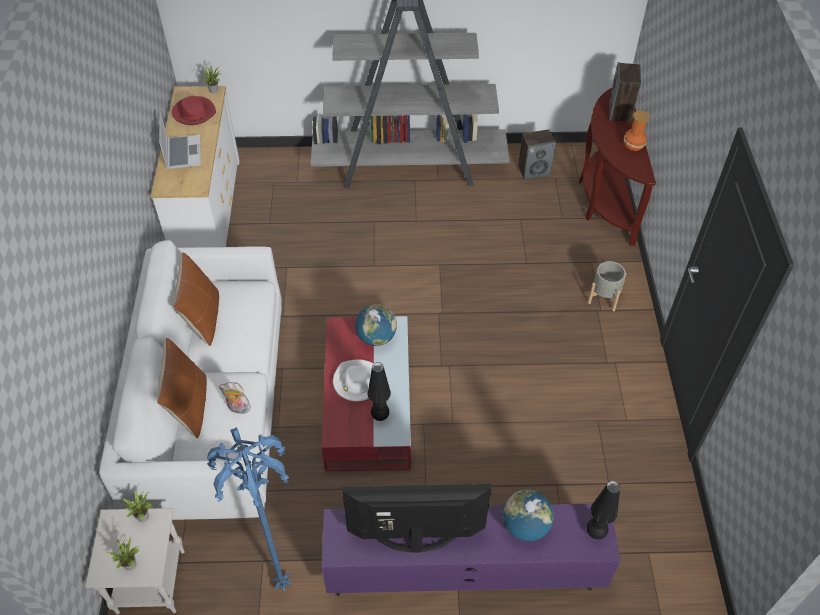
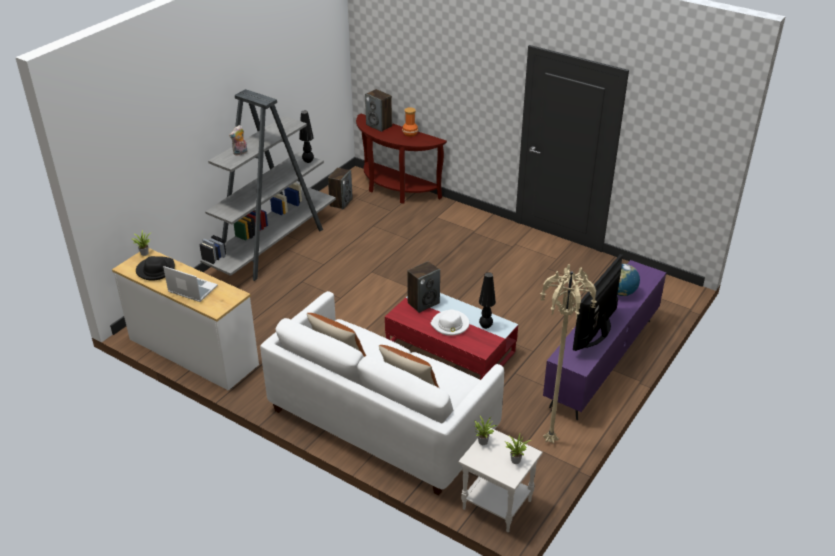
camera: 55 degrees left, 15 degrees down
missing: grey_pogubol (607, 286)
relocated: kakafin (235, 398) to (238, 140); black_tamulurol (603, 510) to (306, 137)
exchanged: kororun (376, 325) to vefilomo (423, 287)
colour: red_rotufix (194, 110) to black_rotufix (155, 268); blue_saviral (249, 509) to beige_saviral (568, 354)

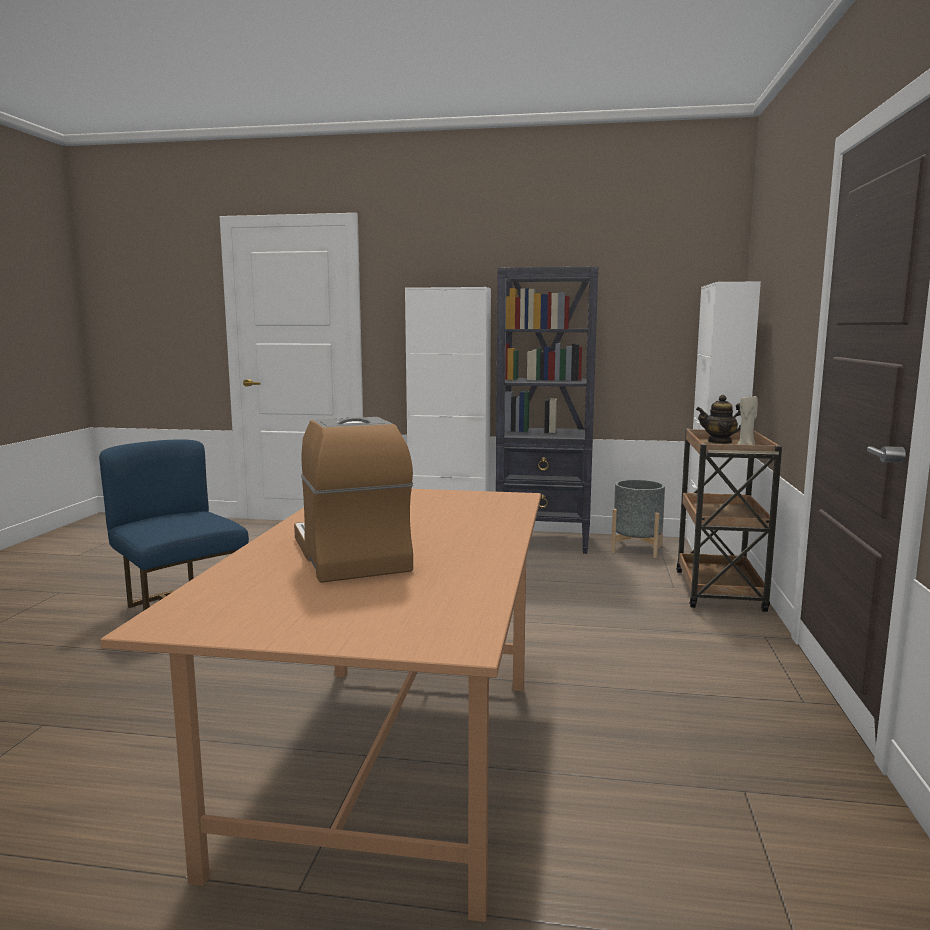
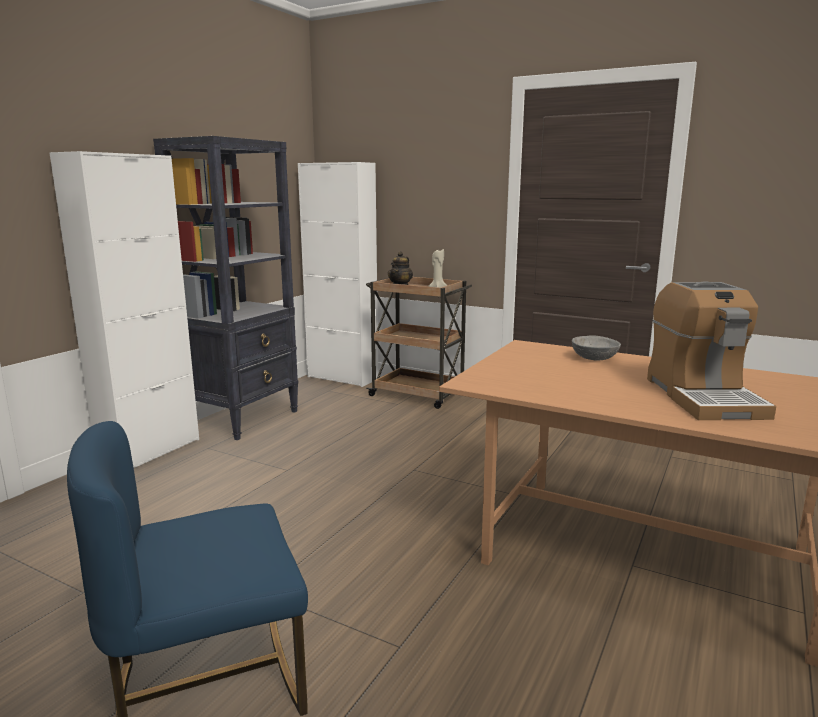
camera: 70 degrees left, 5 degrees up
missing: grey_pogubol (638, 519)
appeared: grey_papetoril (596, 348)
spun: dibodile (353, 500) = (711, 350) 90 degrees counterclockwise

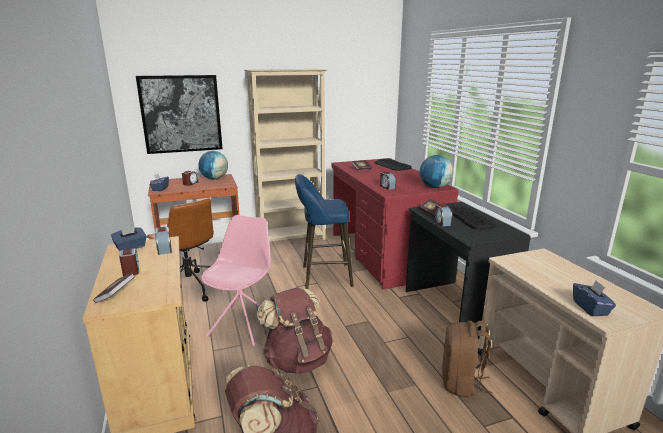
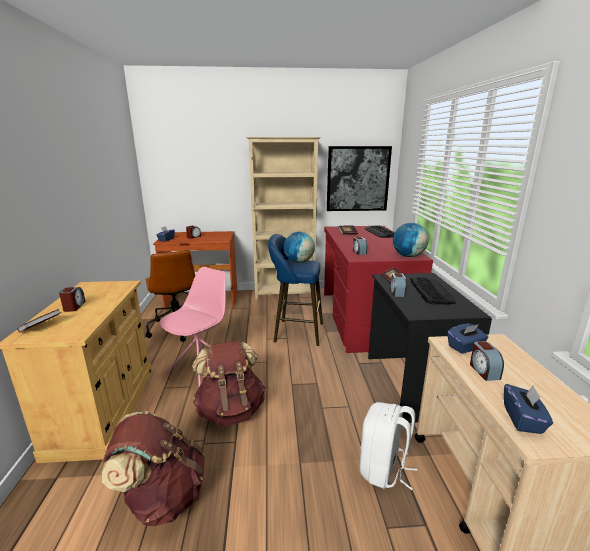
camera: 15 degrees right, 0 degrees up
relocated: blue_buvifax (129, 238) to (468, 339); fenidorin (179, 114) to (359, 178); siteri (163, 241) to (487, 361); kororun (213, 165) to (299, 247)
colour: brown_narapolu (467, 359) to white_narapolu (388, 446)

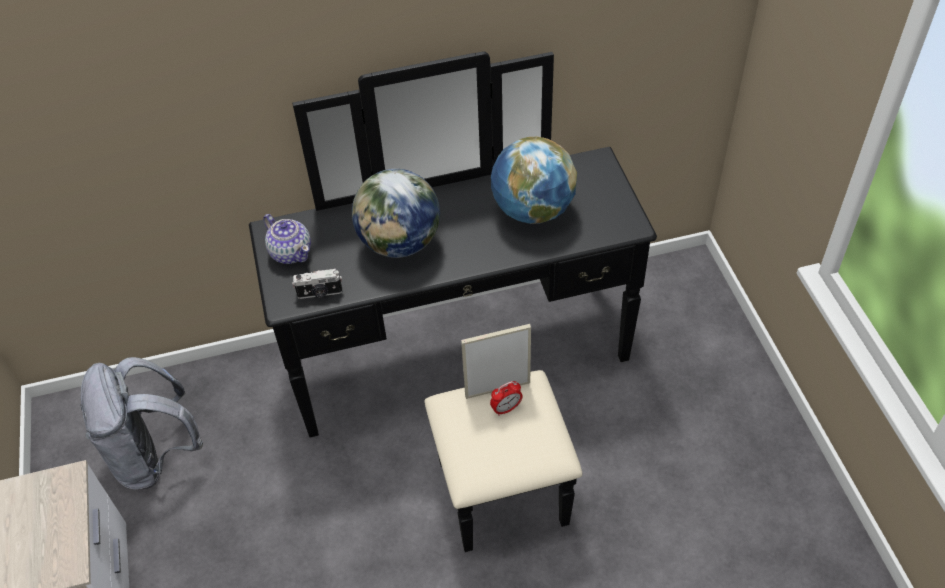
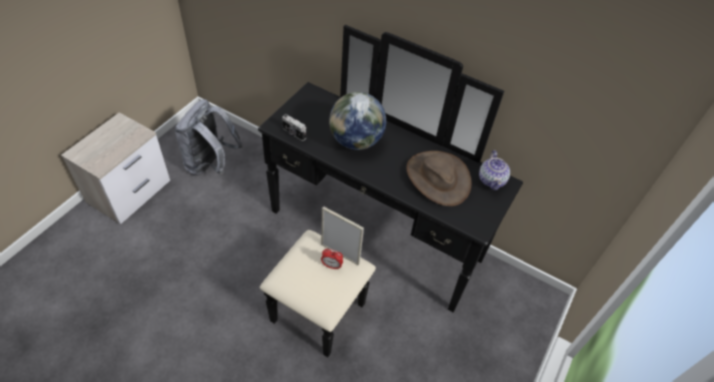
camera: 40 degrees right, 0 degrees up
relocated: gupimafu (287, 239) to (494, 170)
exchanged: kororun (534, 180) to brown_rotufix (439, 178)

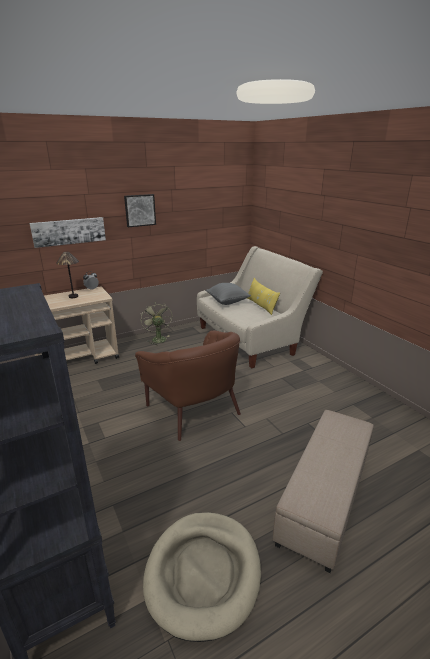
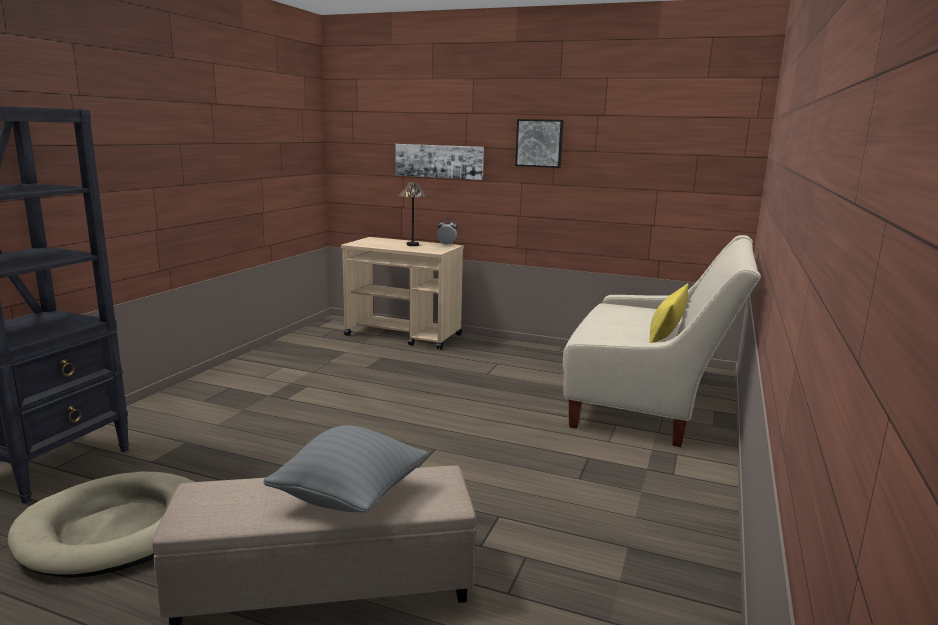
camera: 50 degrees right, 10 degrees down
missing: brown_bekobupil (188, 385); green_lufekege (156, 324)
relocated: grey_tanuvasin (228, 294) to (346, 469)

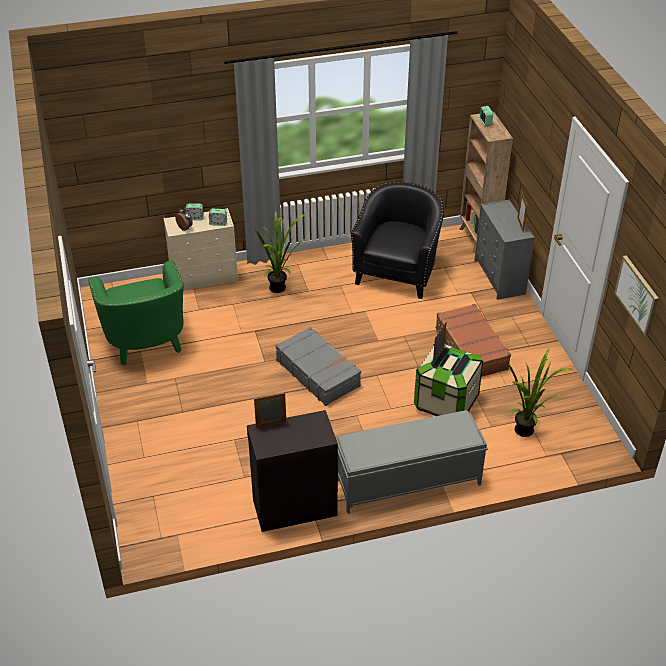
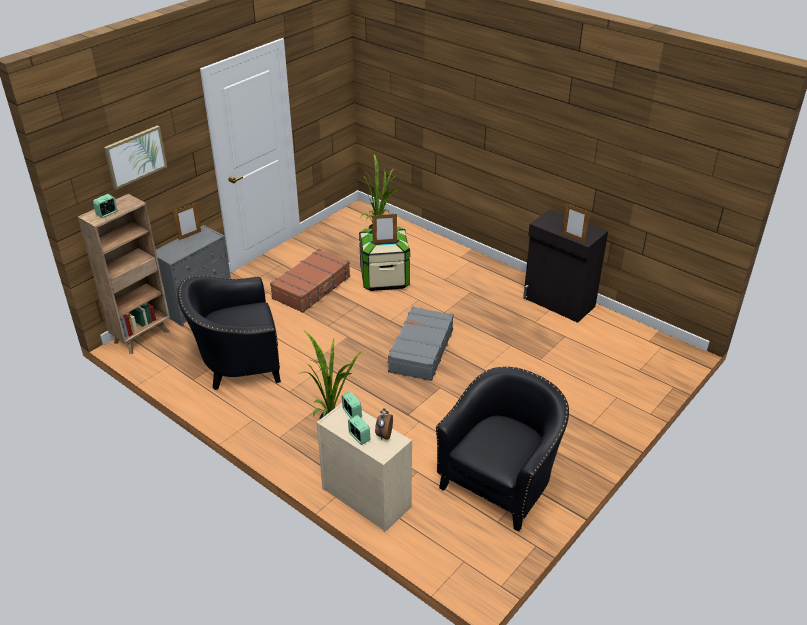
camera: 125 degrees left, 5 degrees down
missing: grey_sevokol (412, 462)
relocated: fenidorin (636, 296) to (135, 157)
colour: green_bekobupil (136, 312) to black_bekobupil (502, 449)

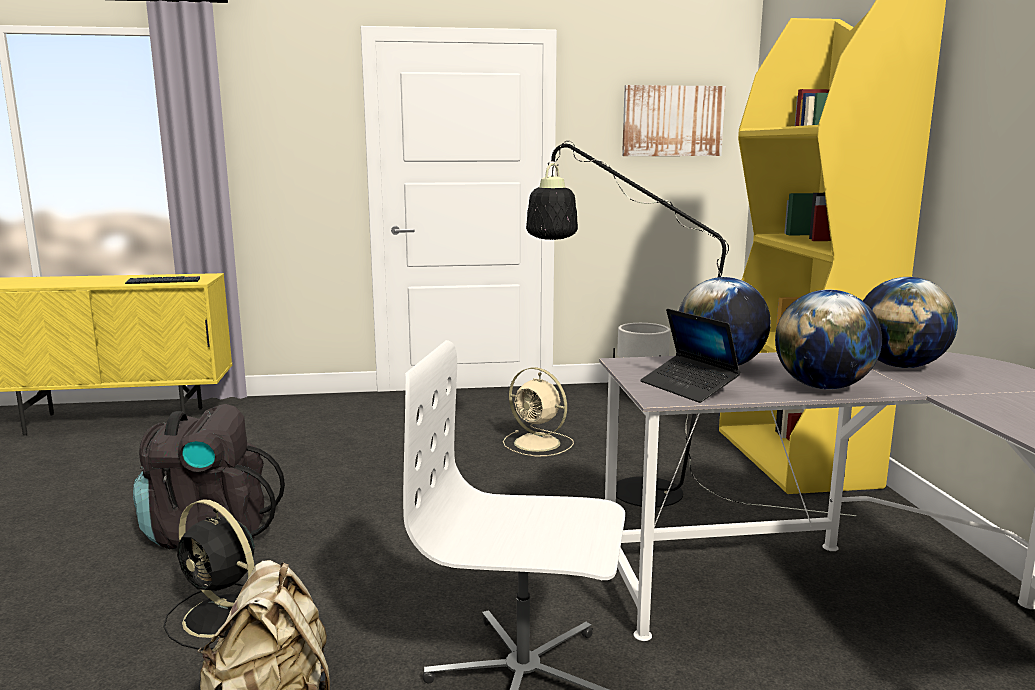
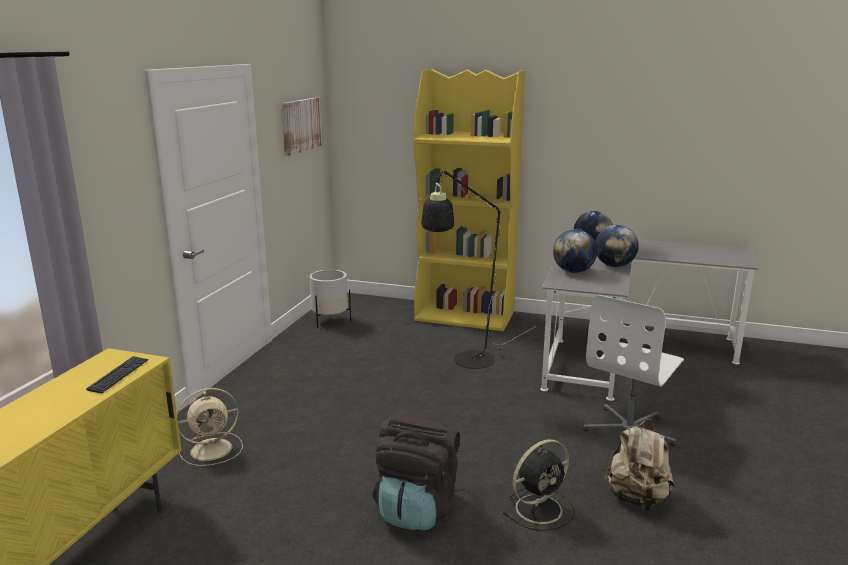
camera: 65 degrees left, 5 degrees up
missing: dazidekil (690, 356)
relocated: beige_lufekege (538, 411) to (210, 427)

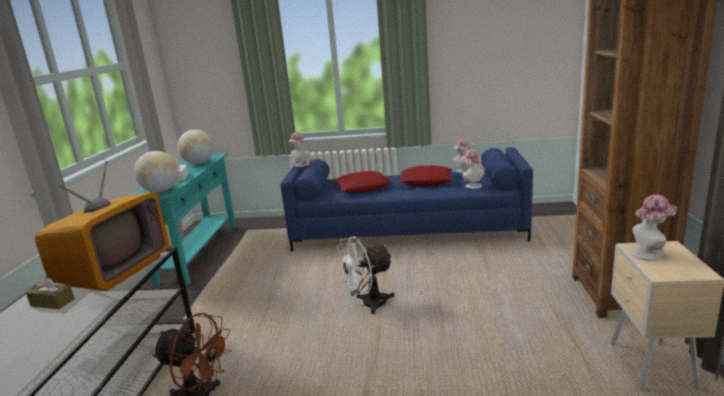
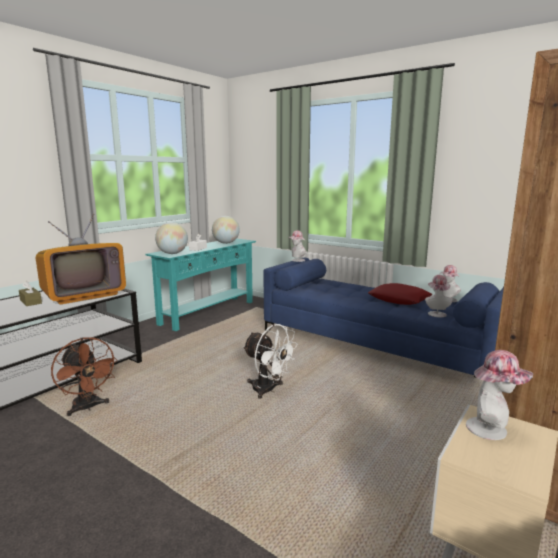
camera: 30 degrees right, 5 degrees down
missing: red_tanuvasin (362, 182)
spun: white_lufekege (366, 275) = (270, 361) 150 degrees counterclockwise

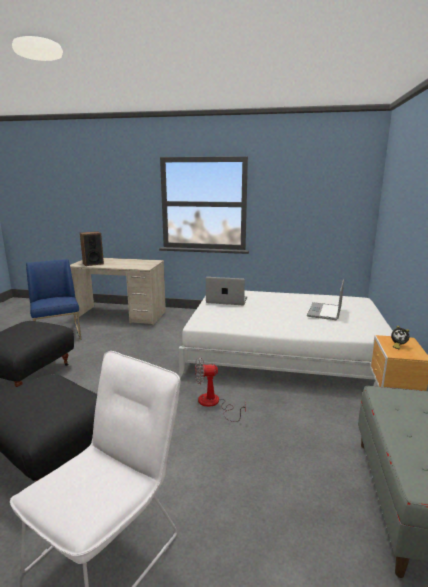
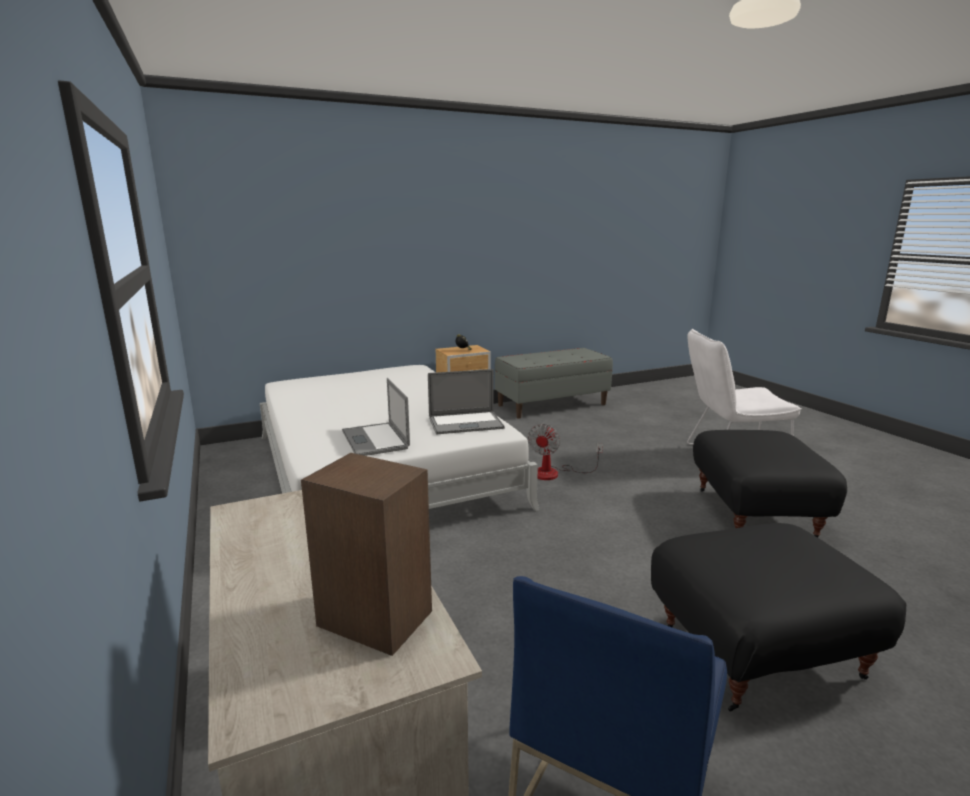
camera: 125 degrees left, 0 degrees up
relocated: dazidekil (325, 300) to (466, 401)
spun: lufekege (220, 389) = (565, 452) 60 degrees clockwise

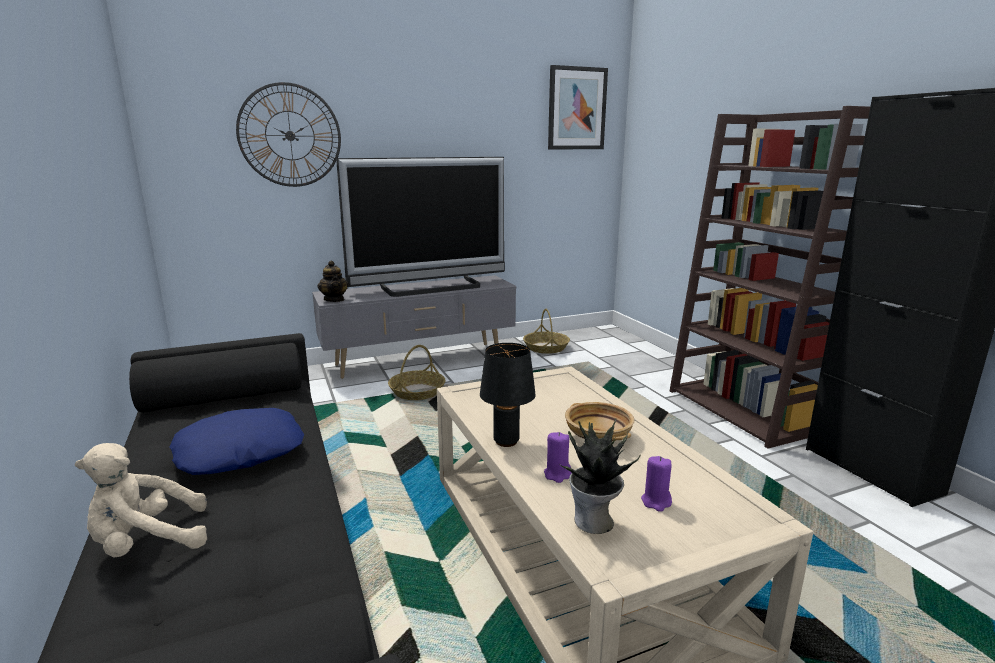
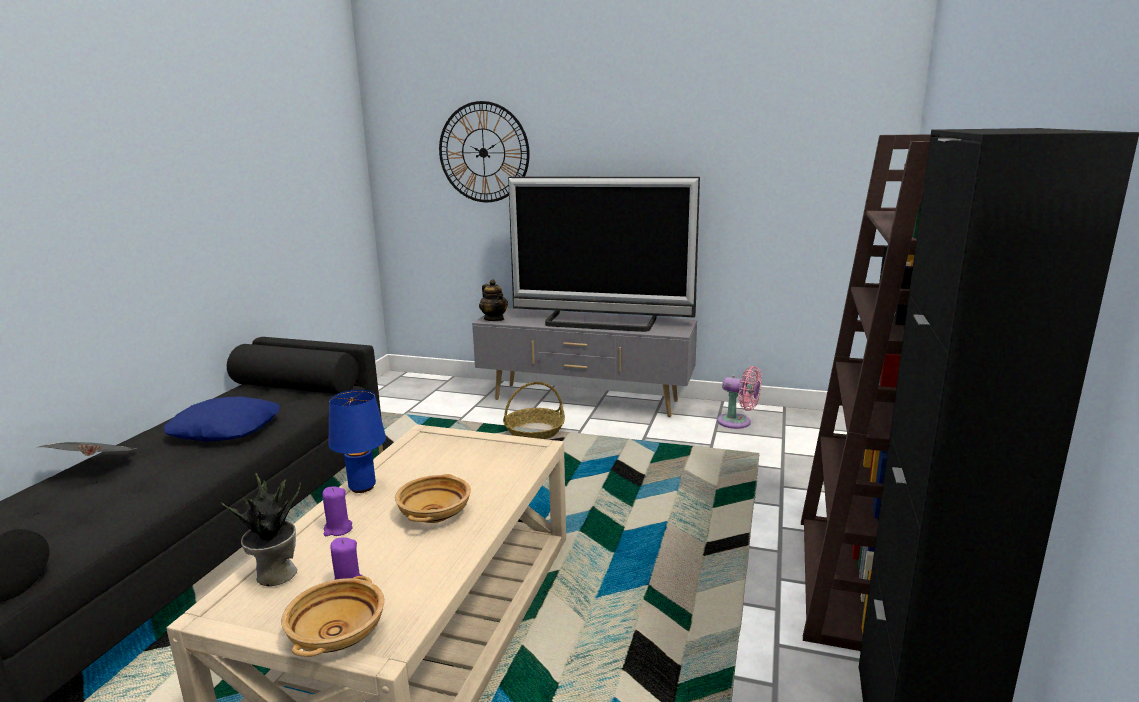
camera: 40 degrees right, 0 degrees up
missing: fenidorin (578, 107)
appeared: beige_papetoril (332, 616)
exchanged: beige_kakafin (141, 500) to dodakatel (85, 449); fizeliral (546, 331) to pink_lufekege (739, 397)
colour: black_tamulurol (508, 395) to blue_tamulurol (357, 441)
spun: gupimafu (333, 281) = (493, 300) 45 degrees counterclockwise

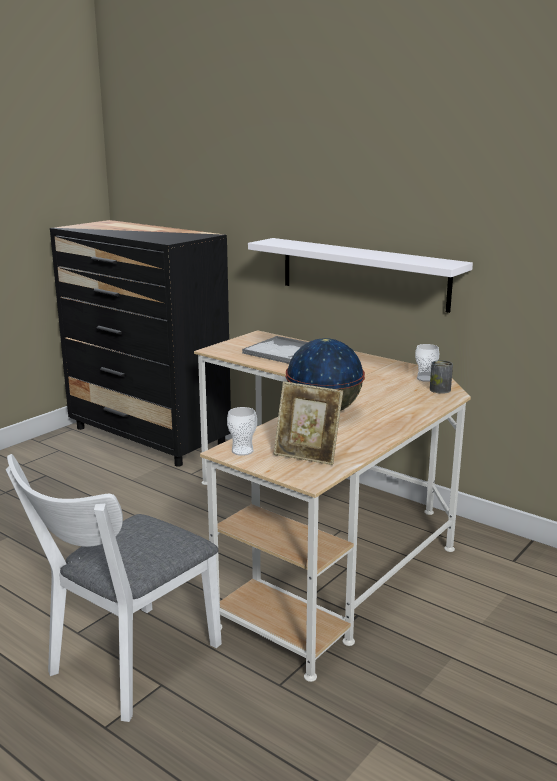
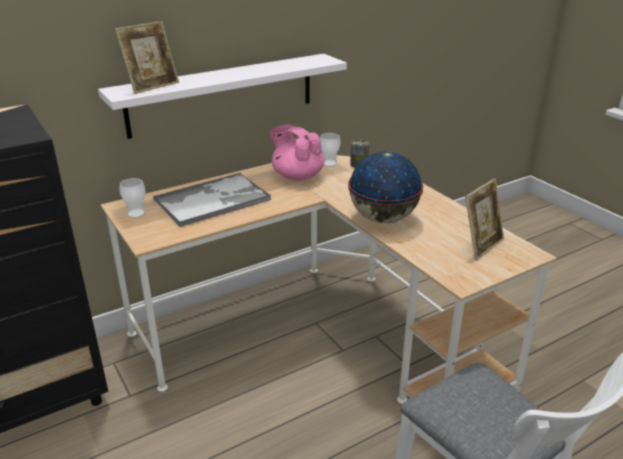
camera: 70 degrees left, 10 degrees up
appeared: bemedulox (147, 57); pink_gupimafu (296, 152)
relocated: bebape (242, 431) to (132, 198)

